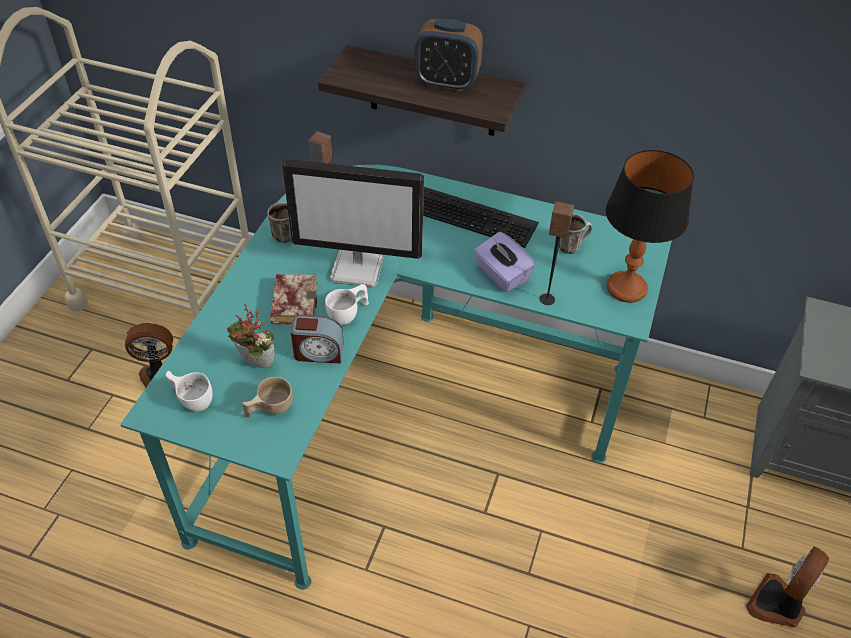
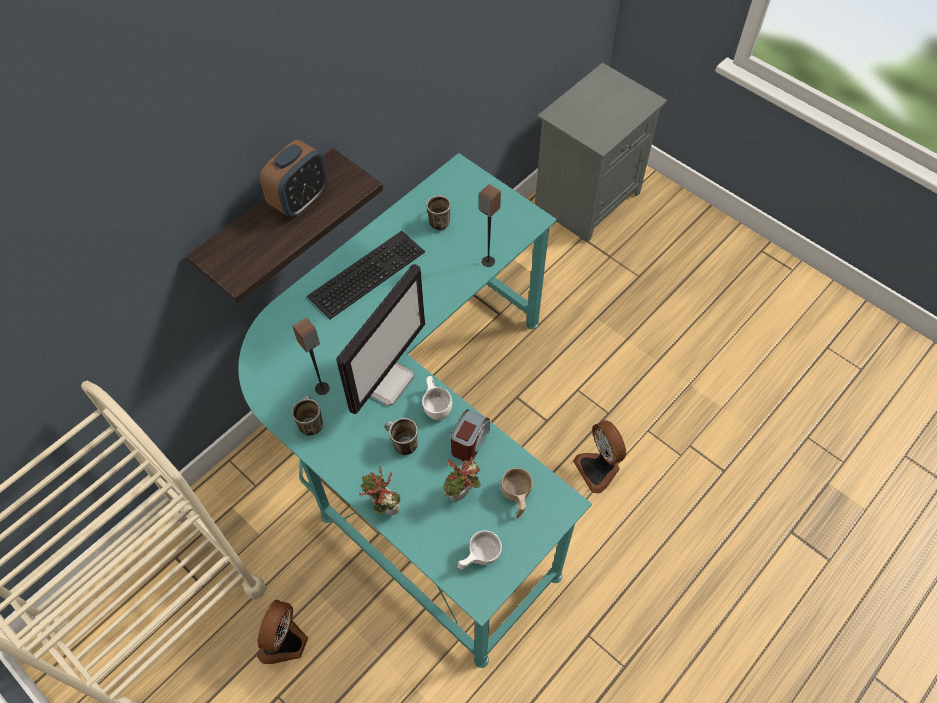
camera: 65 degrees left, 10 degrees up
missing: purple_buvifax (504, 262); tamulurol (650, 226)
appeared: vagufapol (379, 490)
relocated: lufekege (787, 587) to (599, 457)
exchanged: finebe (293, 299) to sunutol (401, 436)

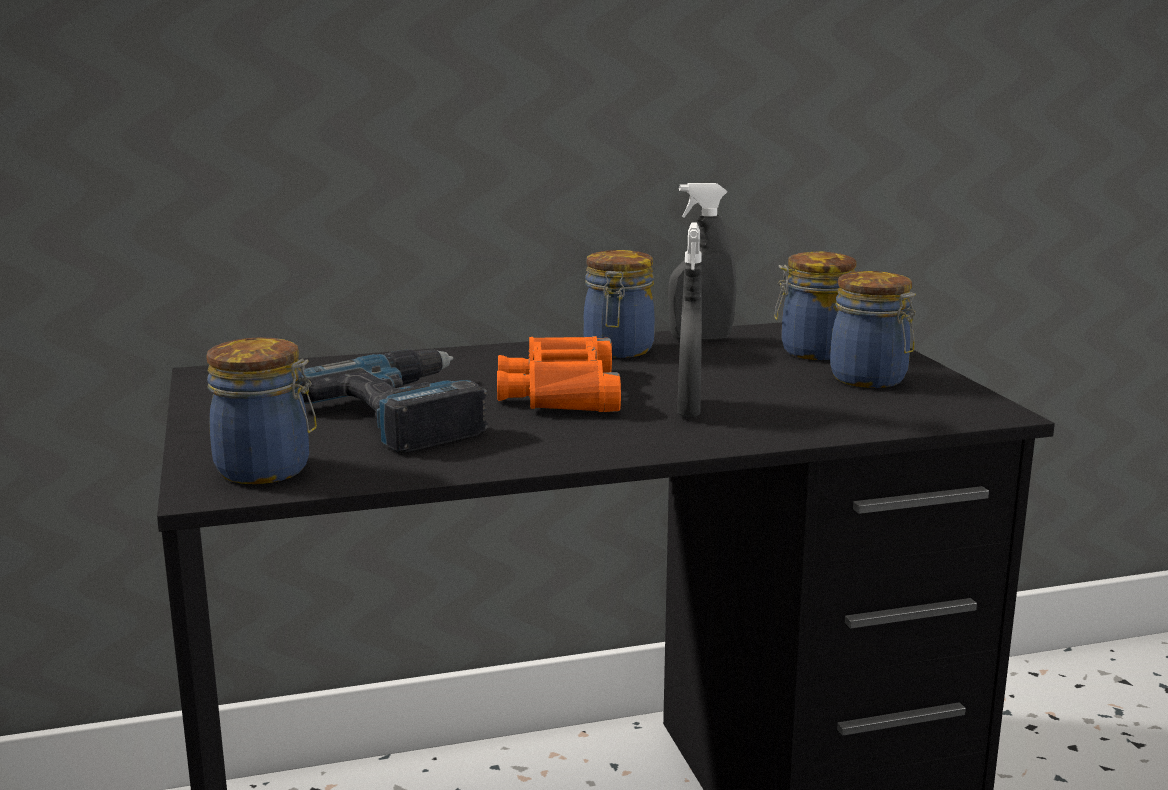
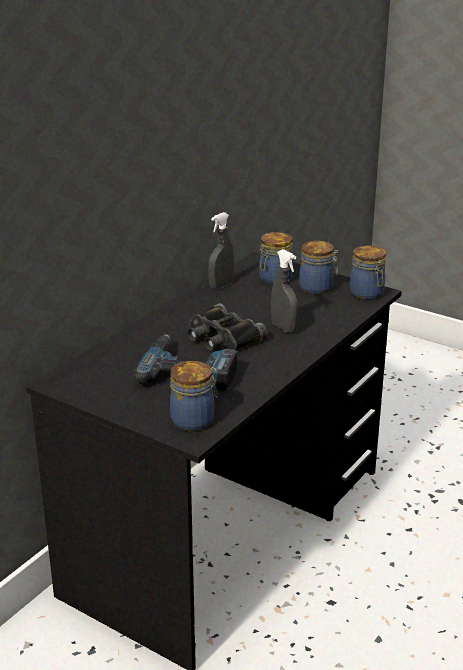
camera: 40 degrees left, 10 degrees up
relocated: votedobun (619, 304) to (367, 273)
colour: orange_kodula (559, 374) to black_kodula (227, 327)

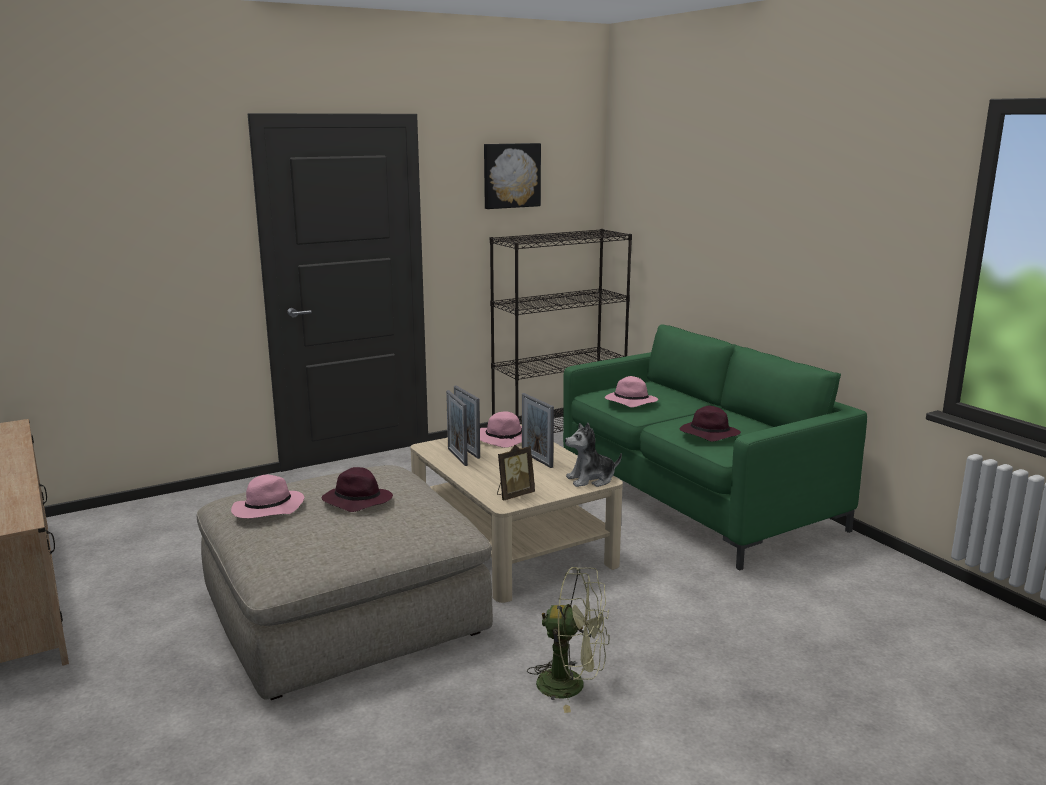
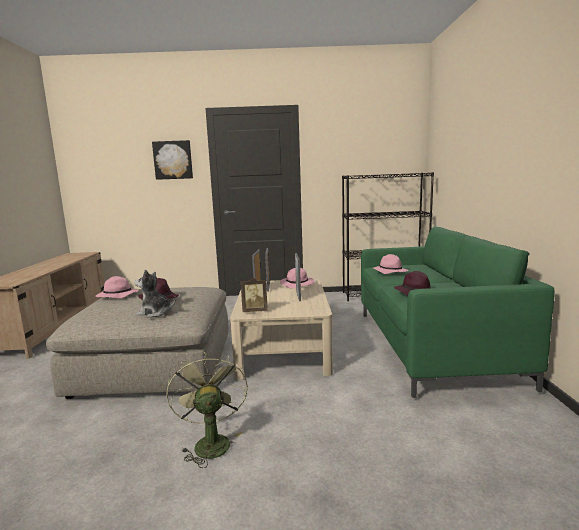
camera: 30 degrees right, 5 degrees down
relocated: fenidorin (512, 176) to (172, 160); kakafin (593, 455) to (155, 293)
spun: green_lufekege (568, 640) = (207, 410) 150 degrees counterclockwise

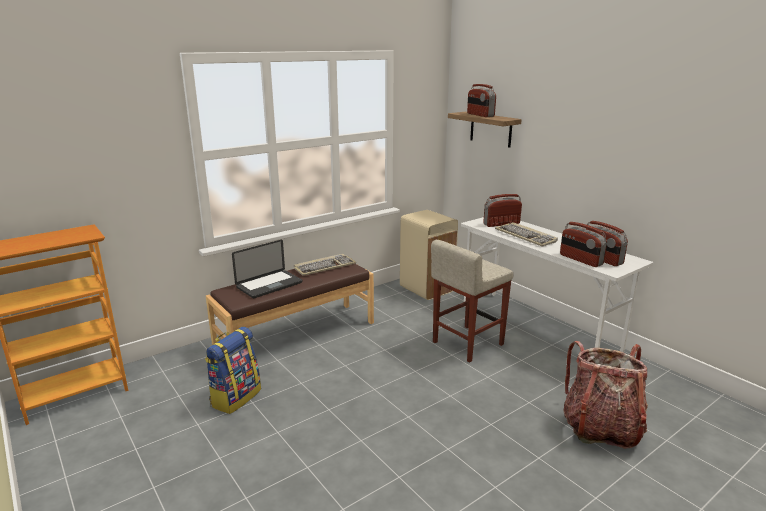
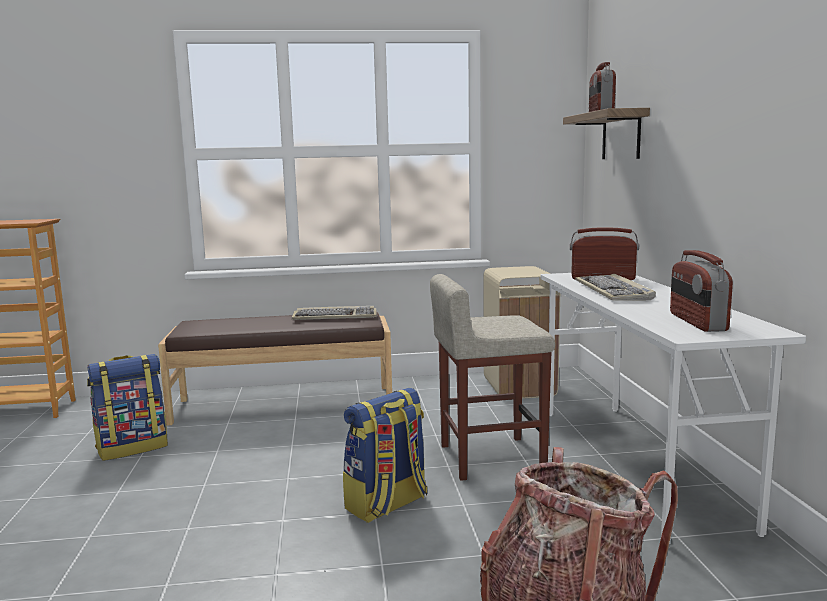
camera: 30 degrees right, 10 degrees down
missing: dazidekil (267, 269); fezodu (583, 244)
appeared: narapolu (385, 455)

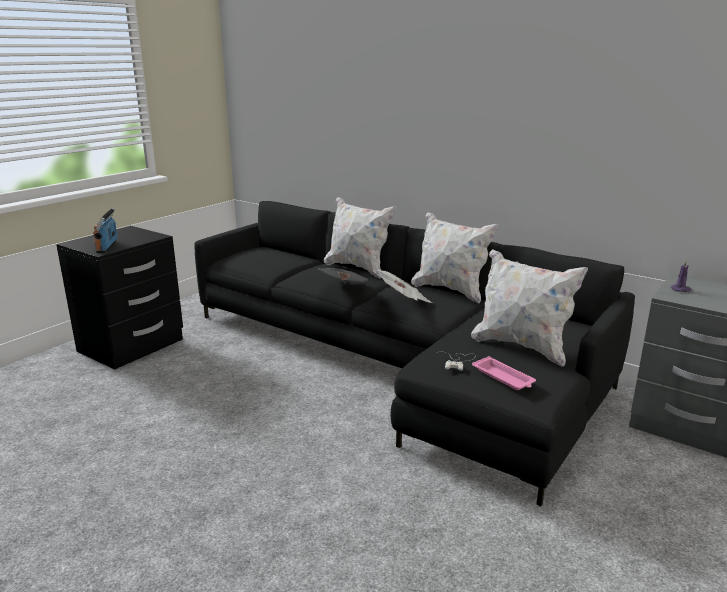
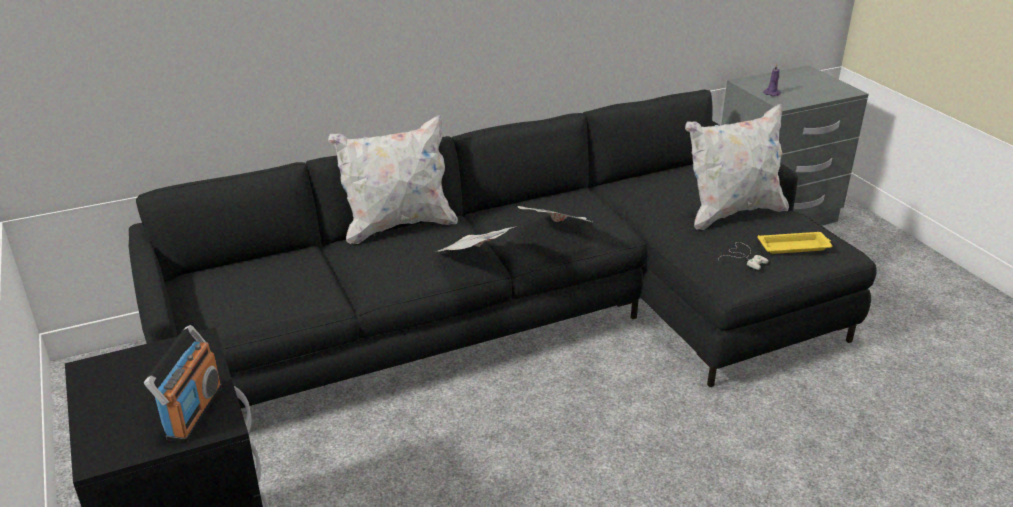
camera: 60 degrees left, 10 degrees up
missing: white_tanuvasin (454, 257)
colour: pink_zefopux (504, 373) to yellow_zefopux (794, 243)
spun: fezodu (105, 230) = (183, 383) 105 degrees counterclockwise

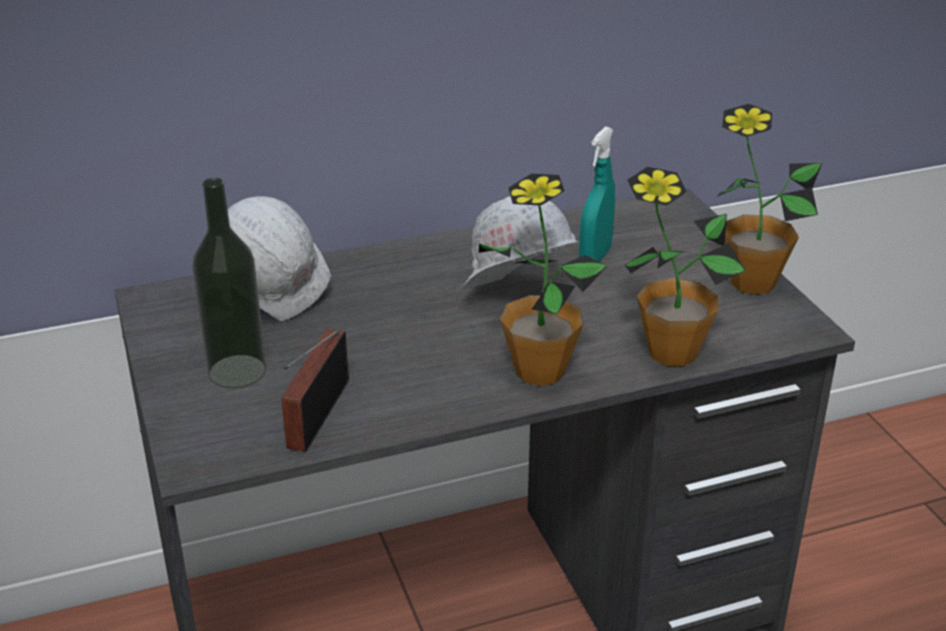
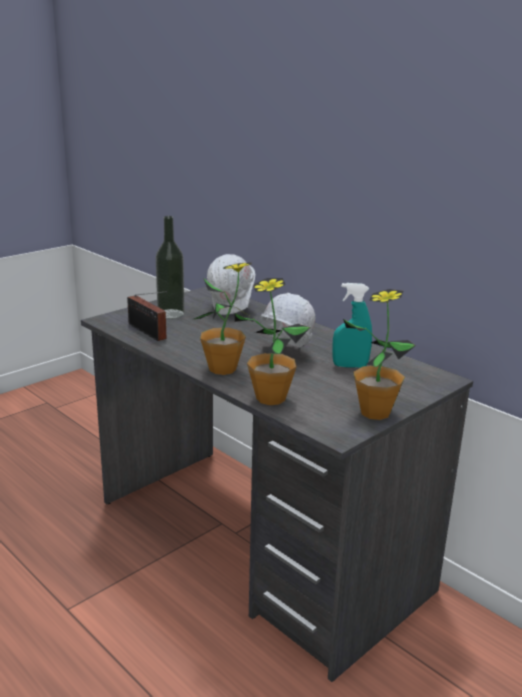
camera: 65 degrees right, 10 degrees down
spun: fezodu (315, 390) = (147, 316) 120 degrees counterclockwise

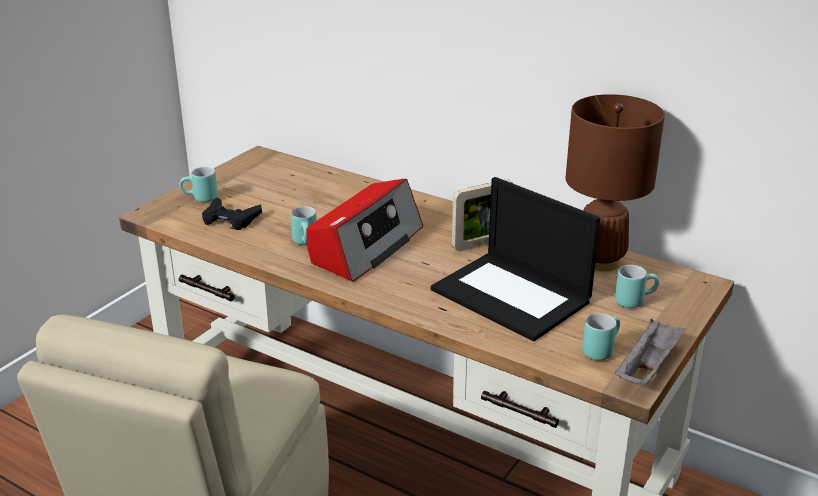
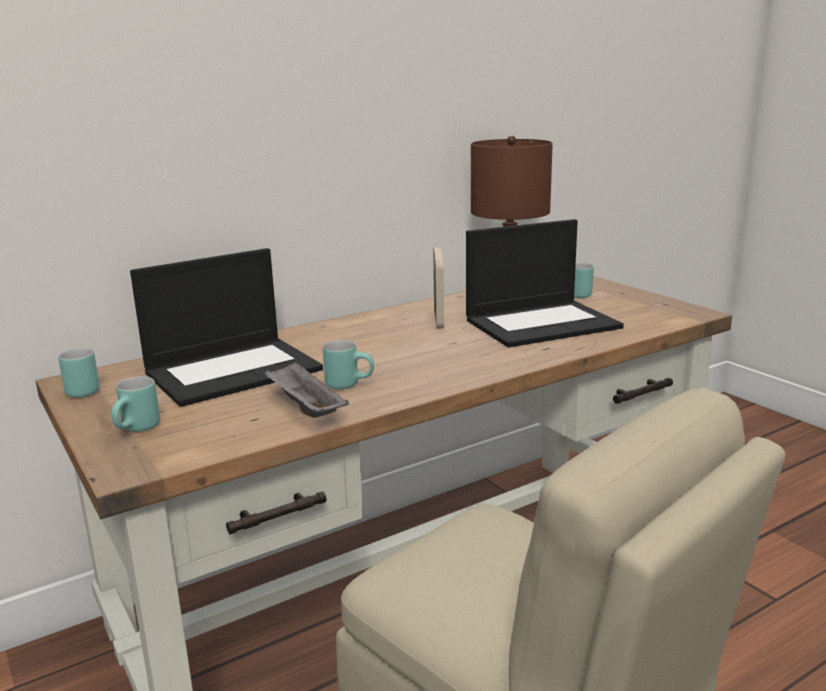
camera: 65 degrees left, 10 degrees down
missing: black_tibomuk (232, 213); fezodu (364, 230)
appeared: dazidekil (226, 327)
relocated: turquoise_sunutol (601, 337) to (79, 373); grey_zefopux (651, 352) to (306, 389)

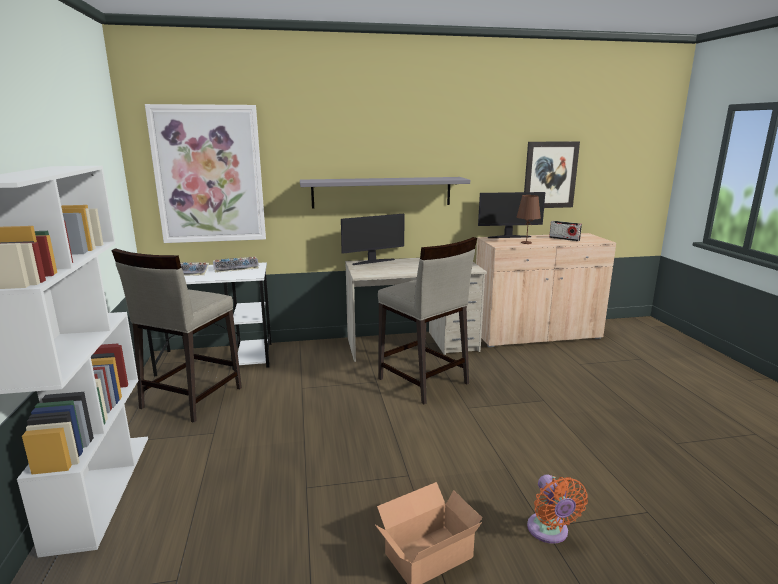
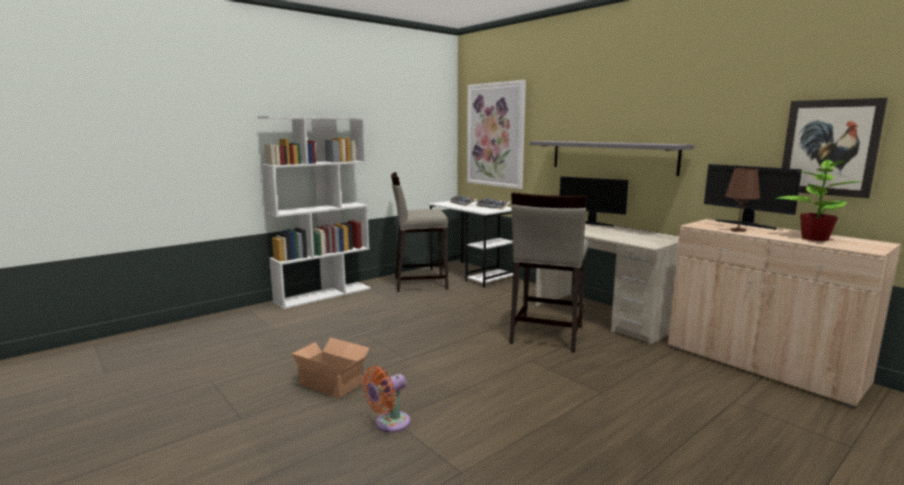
camera: 60 degrees right, 5 degrees down
exchanged: fezodu (565, 231) to vagufapol (818, 200)

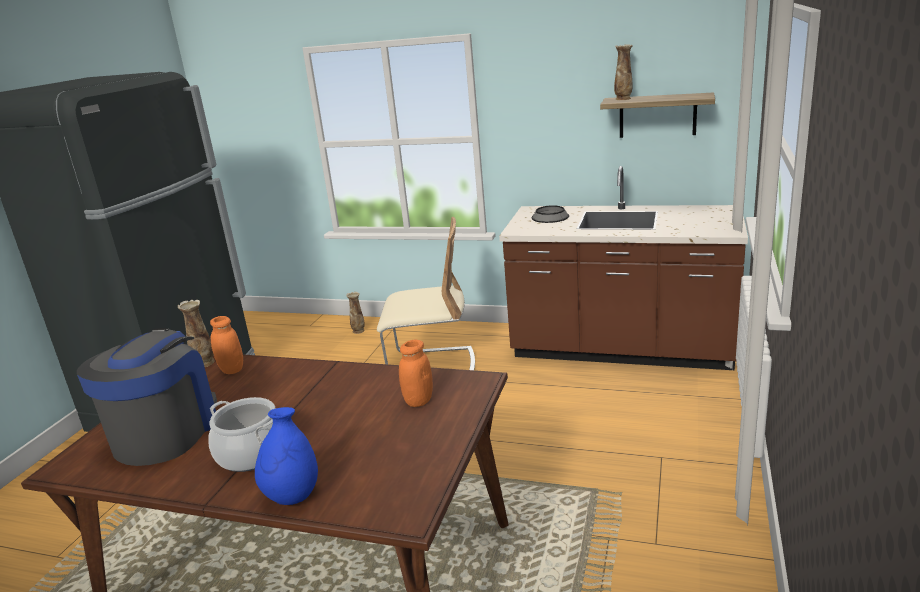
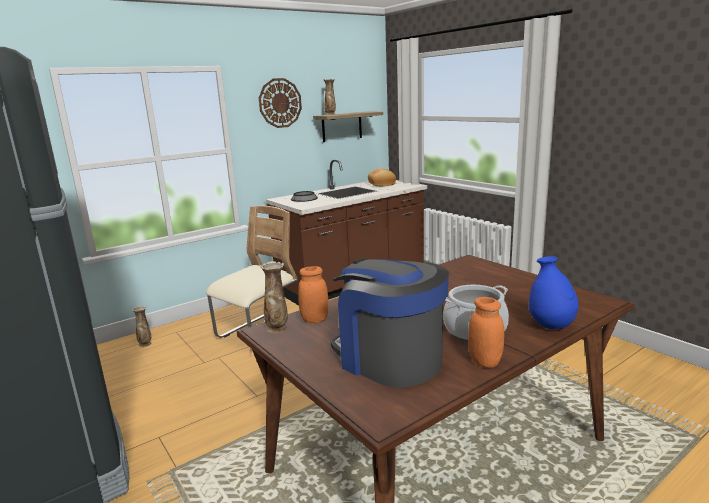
camera: 55 degrees left, 5 degrees down
appeared: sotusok (280, 103); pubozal (382, 177)
relocated: orange_votedobun (416, 373) to (486, 332)

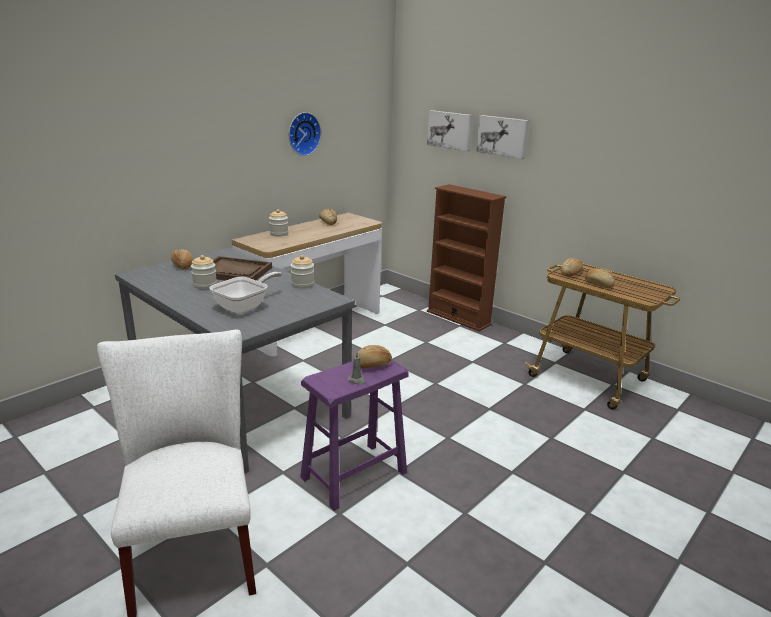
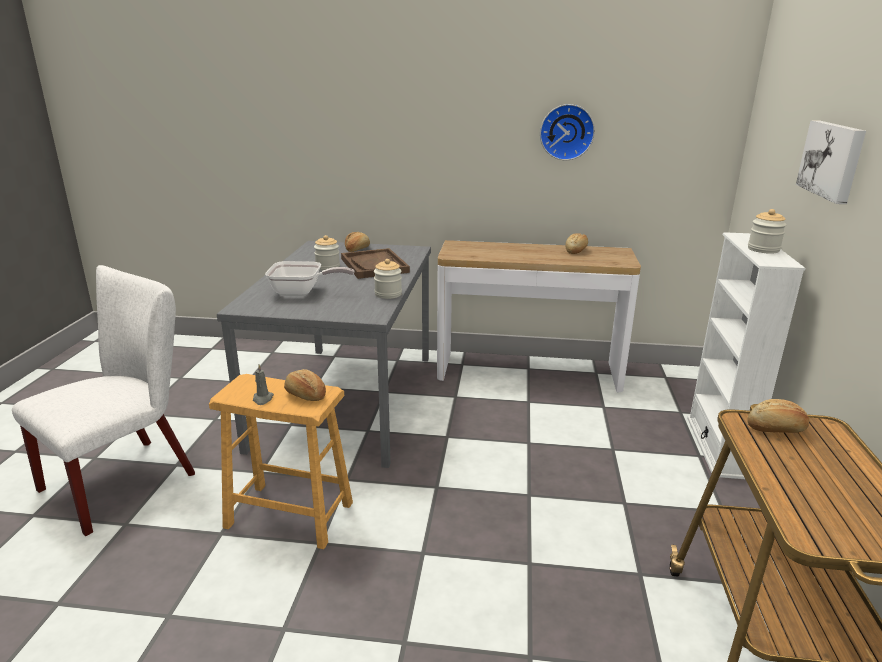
camera: 55 degrees right, 0 degrees up
missing: fenidorin (450, 131); pubozal (600, 277)
relocated: votedobun (278, 222) to (767, 231)
colour: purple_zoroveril (354, 435) to brown_zoroveril (281, 461); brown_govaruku (466, 257) to white_govaruku (746, 355)

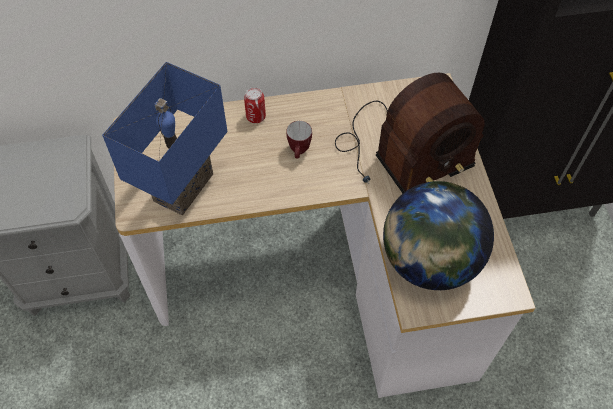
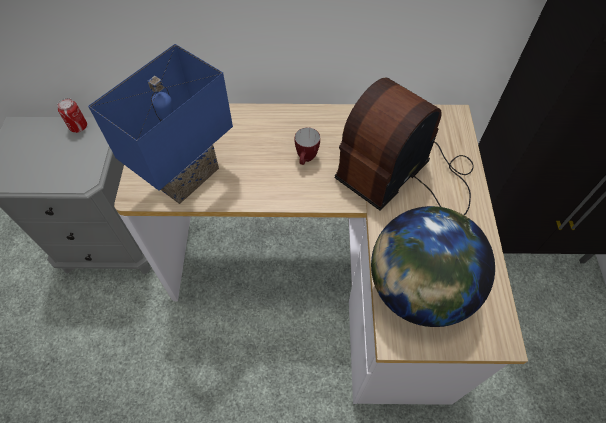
camera: 10 degrees right, 0 degrees up
relocated: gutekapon (255, 105) to (72, 115)
spun: fezodu (410, 133) = (404, 146) 150 degrees clockwise

